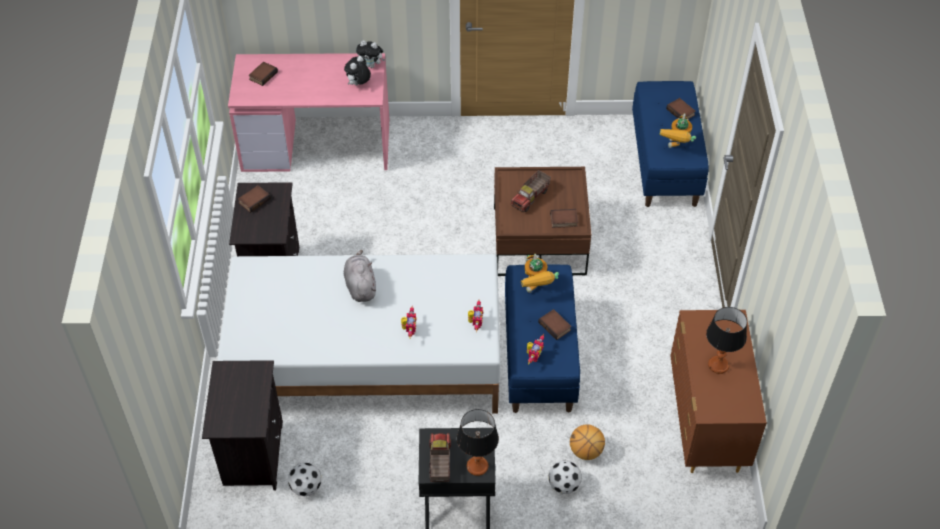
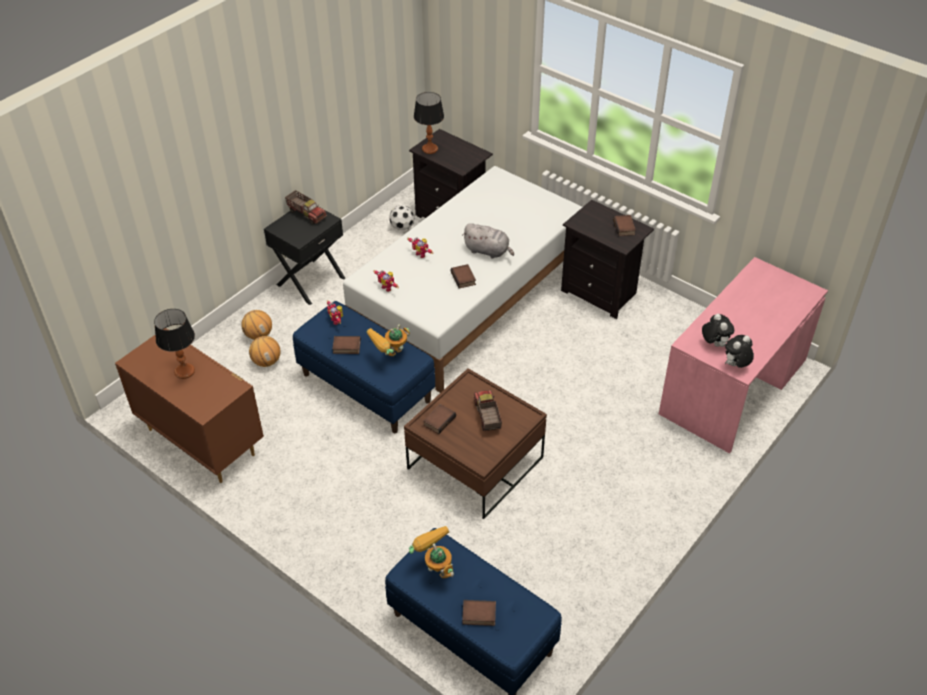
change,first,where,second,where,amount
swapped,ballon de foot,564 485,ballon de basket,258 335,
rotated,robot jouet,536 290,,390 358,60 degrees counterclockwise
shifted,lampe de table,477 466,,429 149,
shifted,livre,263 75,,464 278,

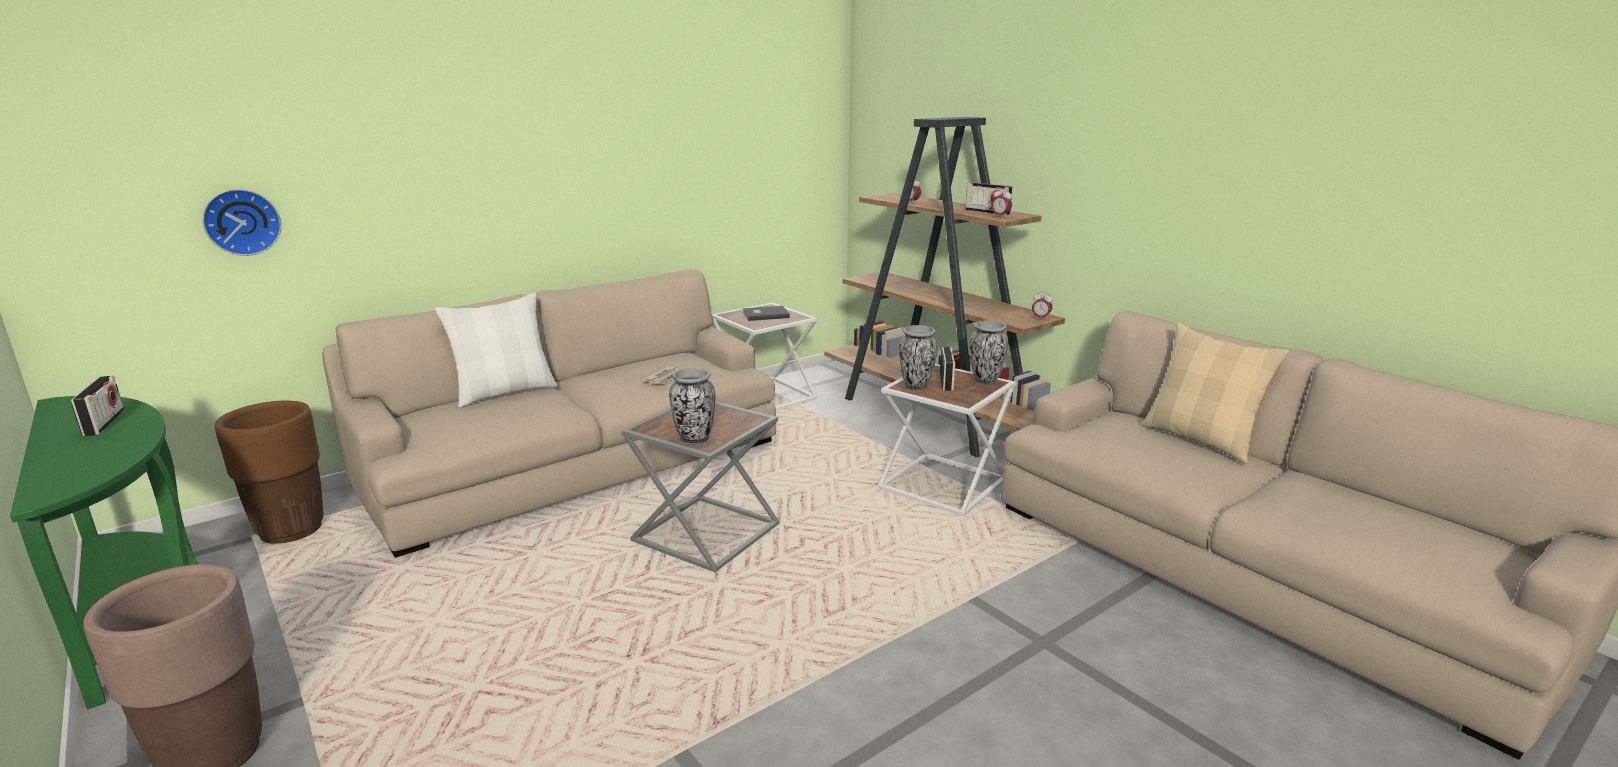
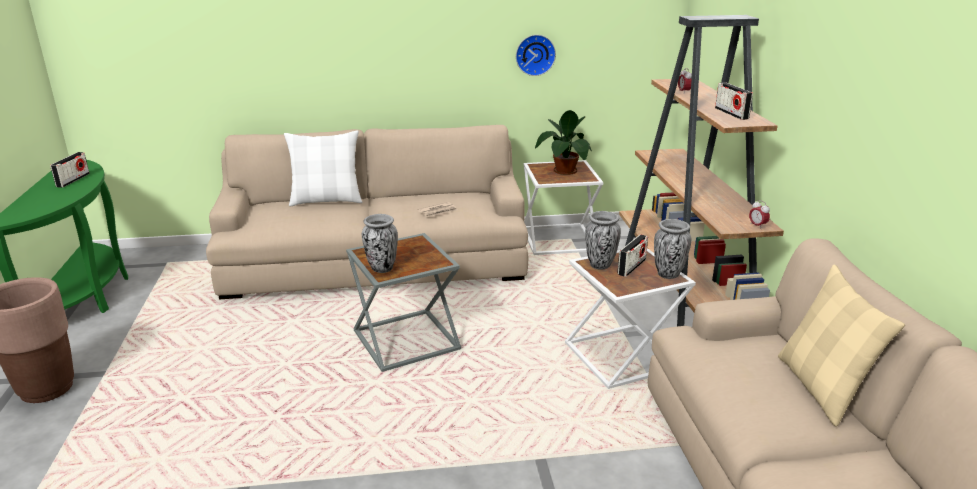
change,first,where,second,where,amount
shifted,horloge murale,242 222,,535 54,
swapped,livre/gris,764 315,plante en pot,564 171,
gone,cache-pot/marron,291 530,,,
gone,réveil,1000 216,,,

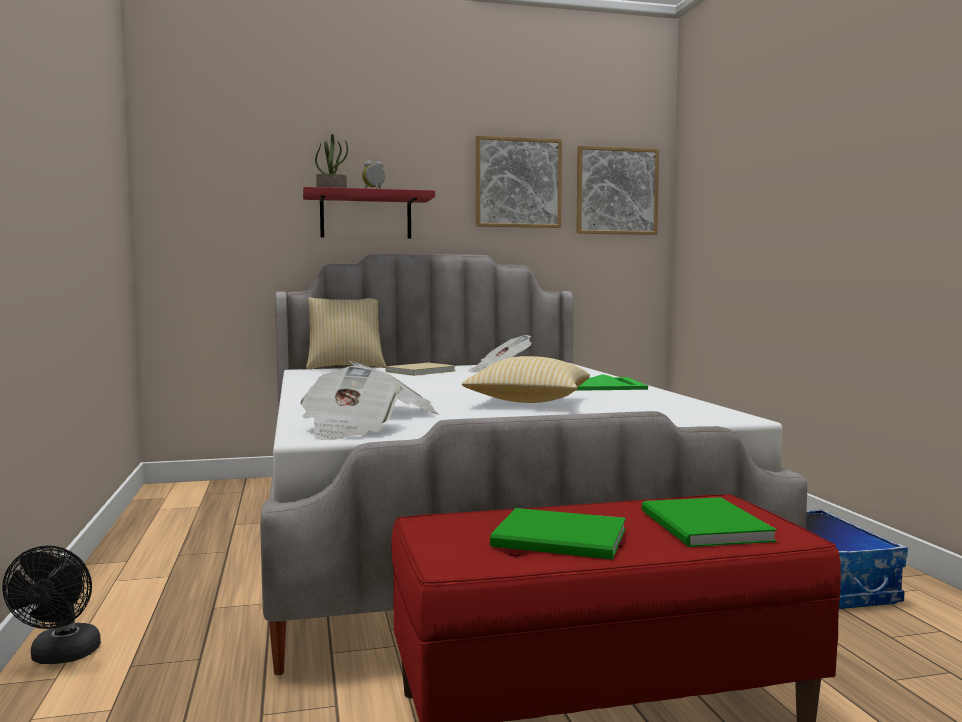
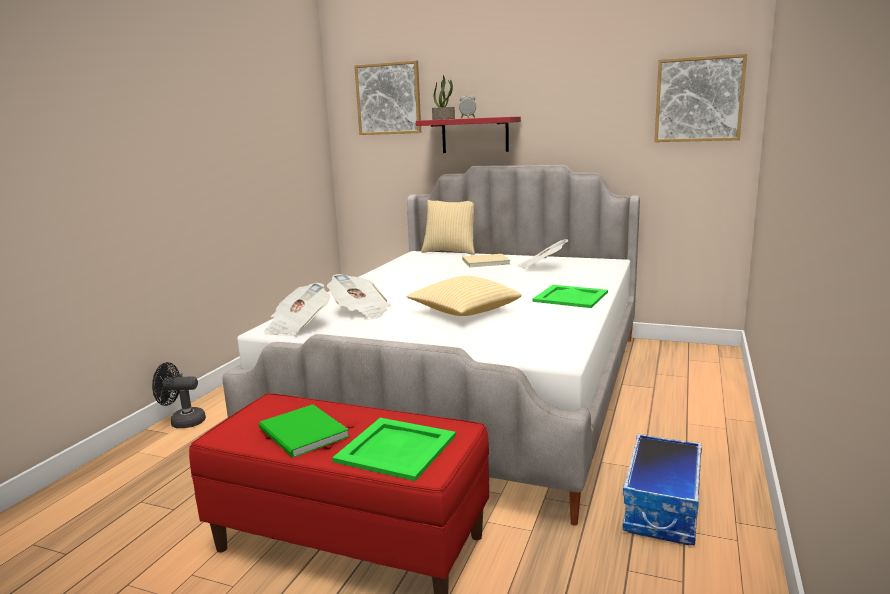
change,first,where,second,where,amount
rotated,ventilateur/noir,61 657,,182 422,60 degrees clockwise
swapped,livre/vert,703 527,plateau/vert,395 448,
shifted,tableau,518 183,,388 99,

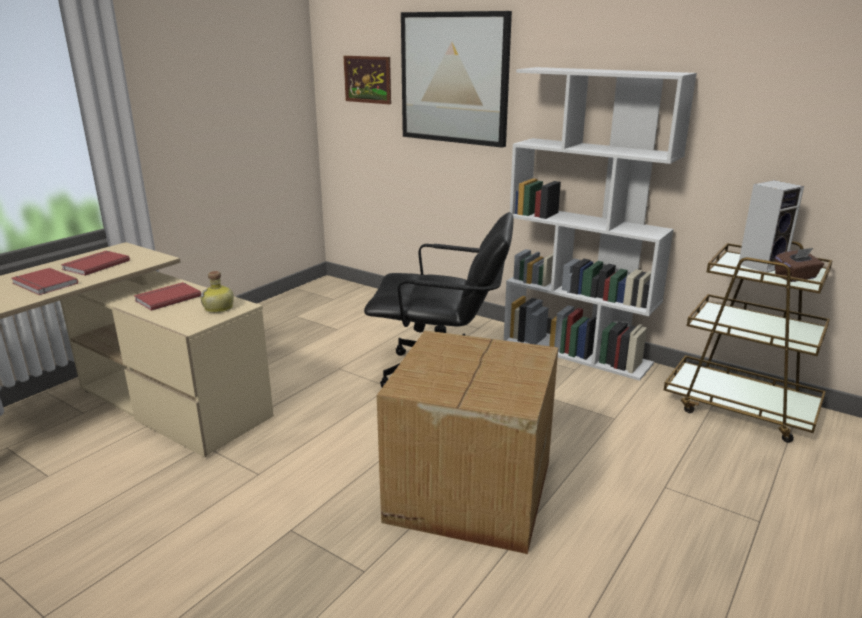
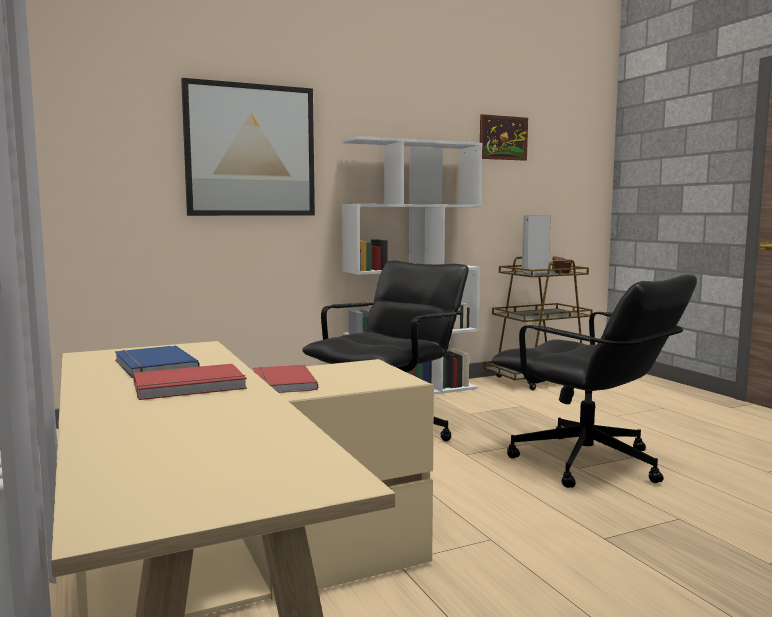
change,first,where,second,where,amount
repainted,livre/rouge,95 265,livre/bleu,152 366,
shifted,tableau,367 79,,503 138,
swapped,carton,467 492,chaise de bureau/noir,587 464,
gone,bouteille,219 308,,,

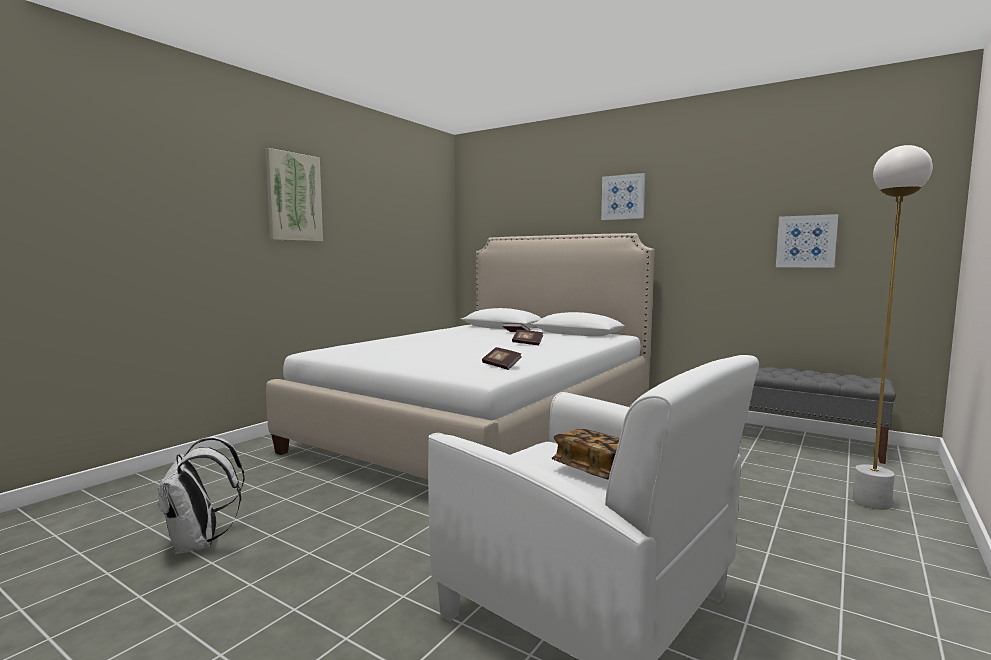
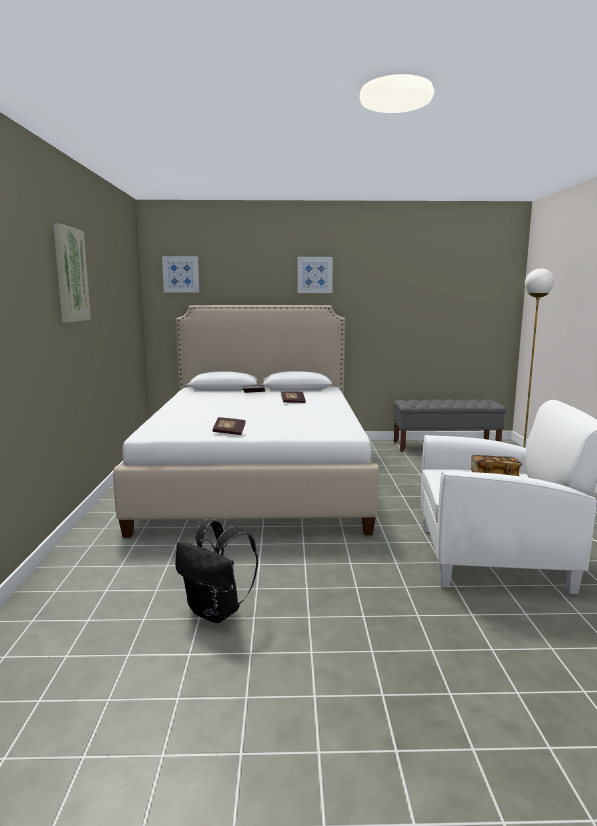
change,first,where,second,where,amount
shifted,tableau,806 241,,181 274,
repainted,sac à dos/blanc,199 544,sac à dos/noir,217 612,
shifted,livre,501 366,,229 432,

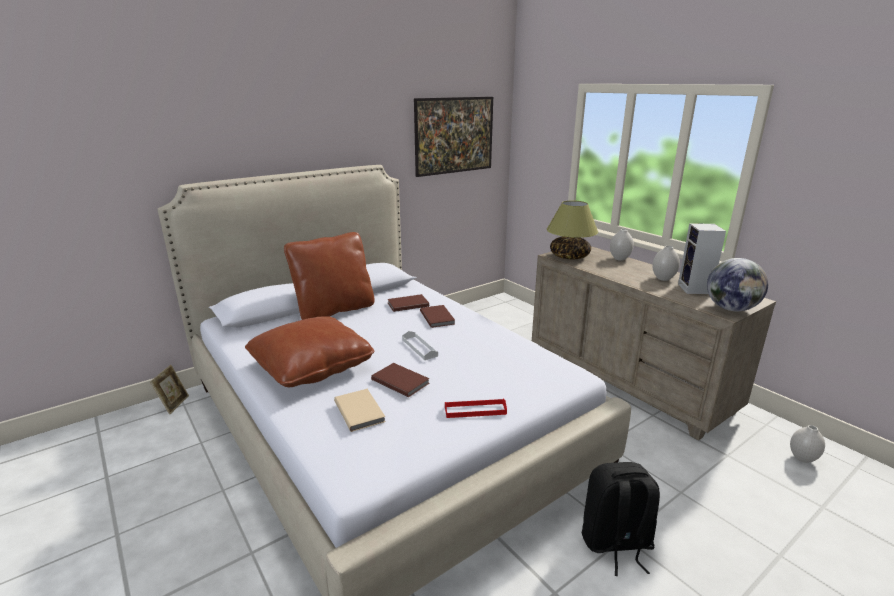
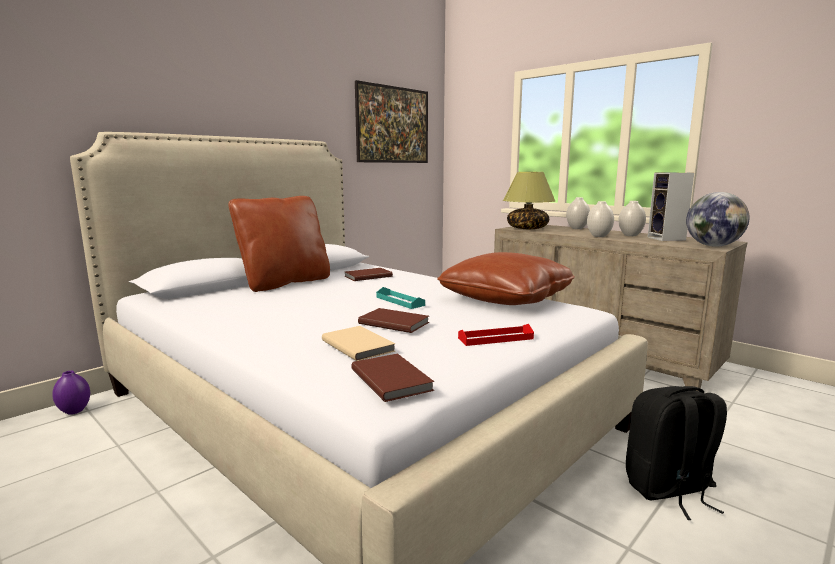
change,first,where,second,where,amount
swapped,cadre photo,174 404,vase/violet,74 411,
shifted,livre/marron,438 317,,392 379,
repainted,plateau/blanc,419 347,plateau/turquoise,400 301,
shifted,coussin/marron,311 367,,506 299,
shifted,vase/blanc,802 459,,599 236,

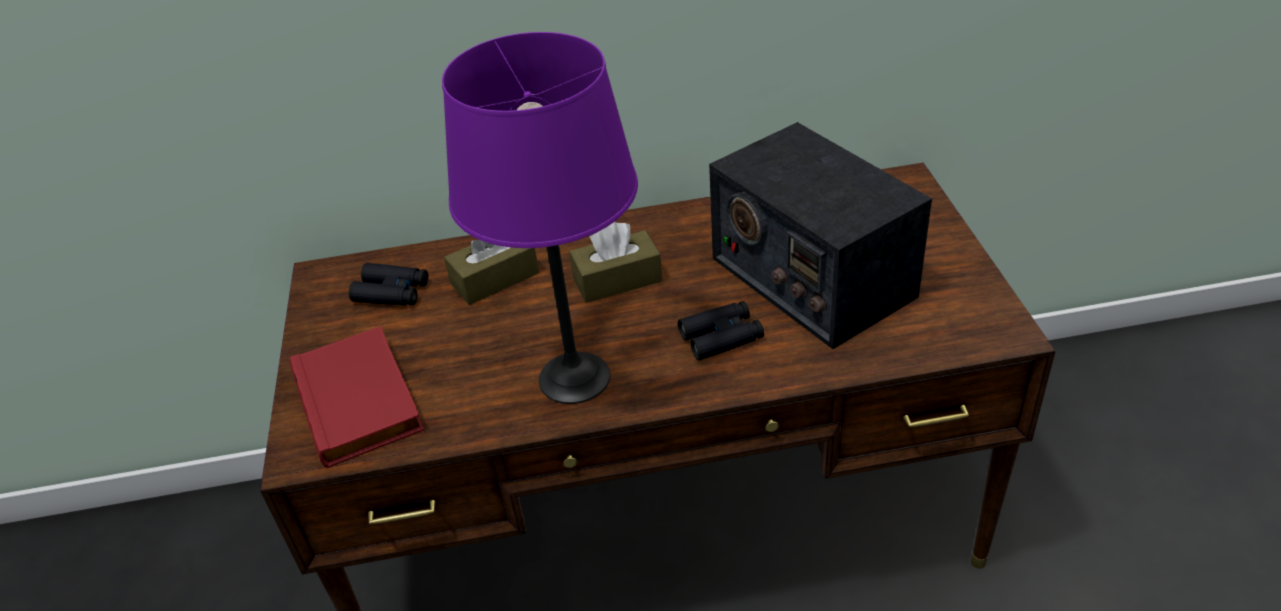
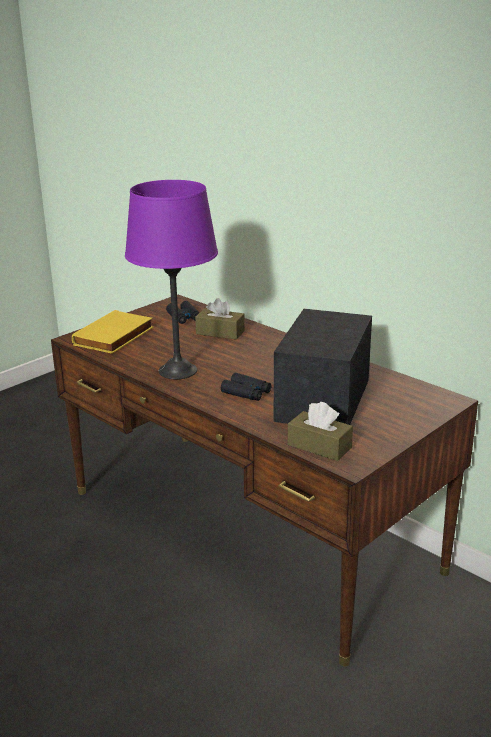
change,first,where,second,where,amount
repainted,livre/rouge,361 401,livre/jaune,115 337,
shifted,boîte à mouchoirs/marron,617 280,,319 446,

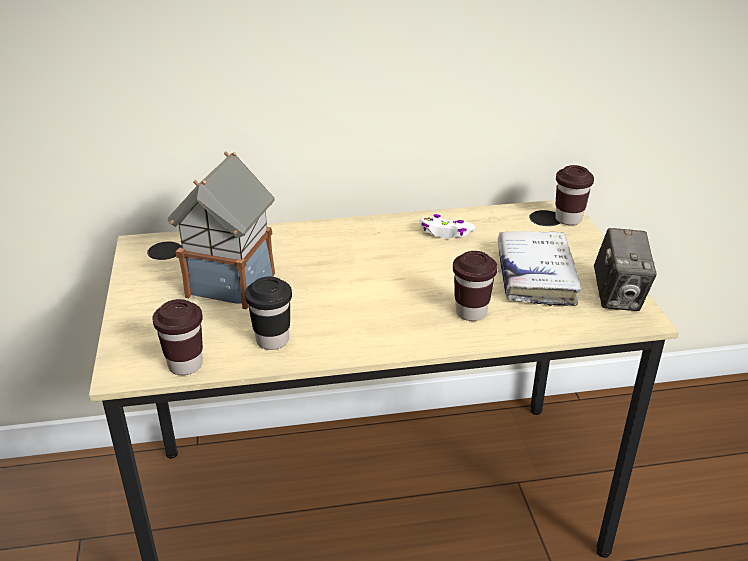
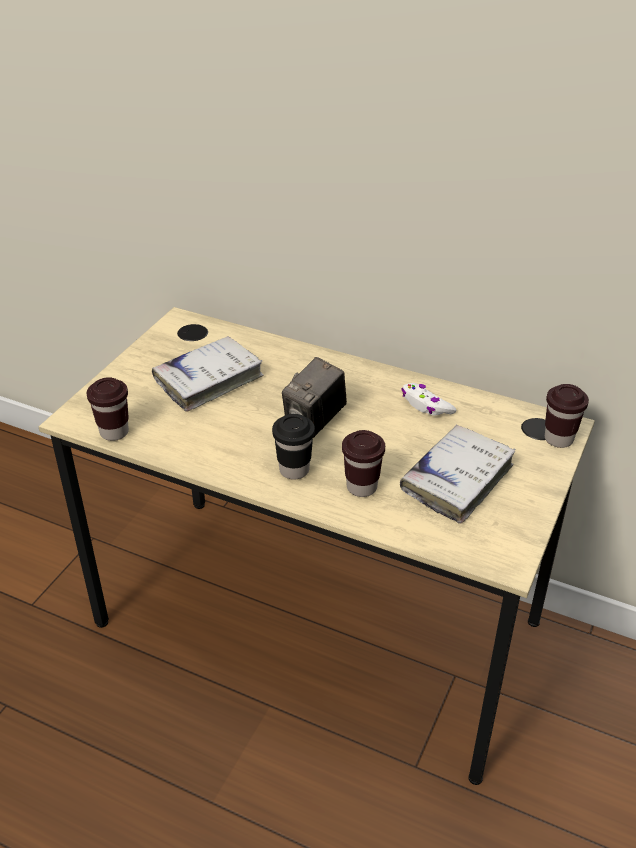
change,first,where,second,where,amount
swapped,maison miniature,231 283,livre/blanc,209 380,
shifted,tasse/noir,272 340,,294 470,
shifted,appareil photo,618 297,,315 421,

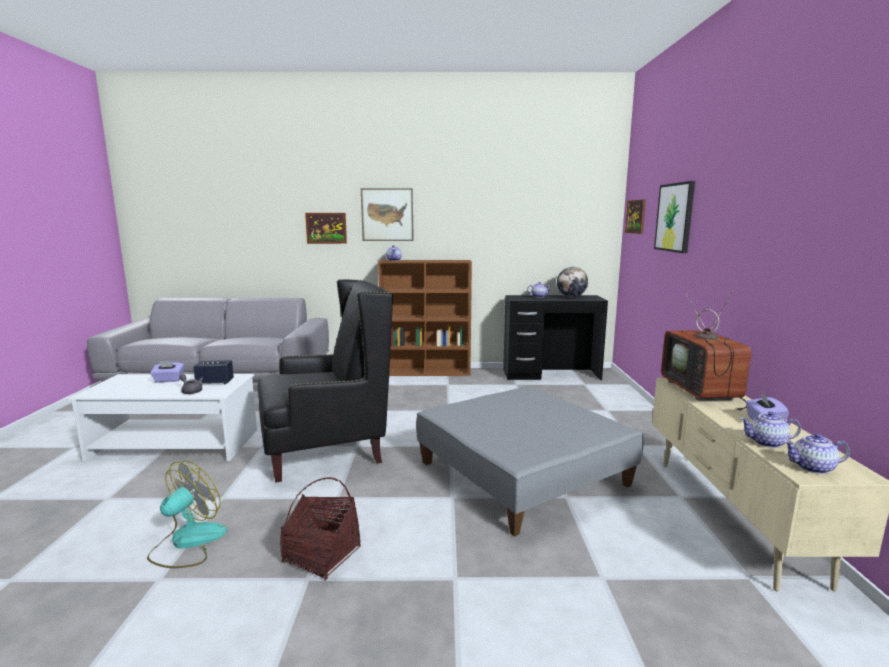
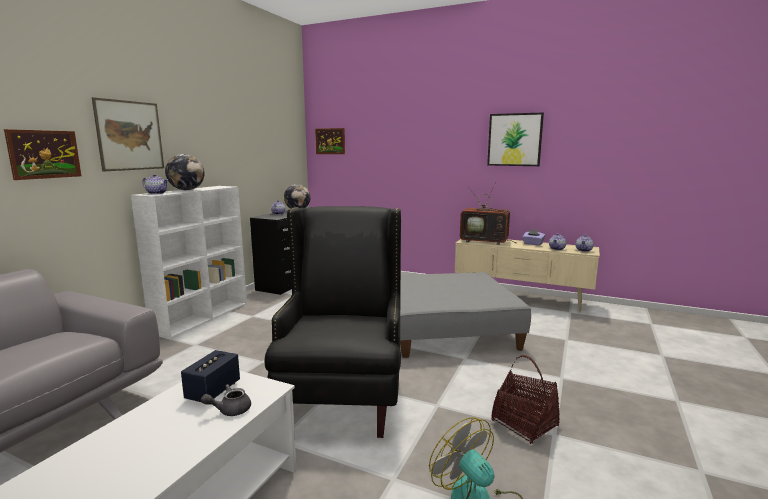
change,first,where,second,where,amount
repainted,bibliothèque/marron,427 372,bibliothèque/blanc,203 317,
new,,,globe,186 190,
shifted,tableau,675 217,,514 140,
gone,boîte à mouchoirs/violet,168 380,,,

